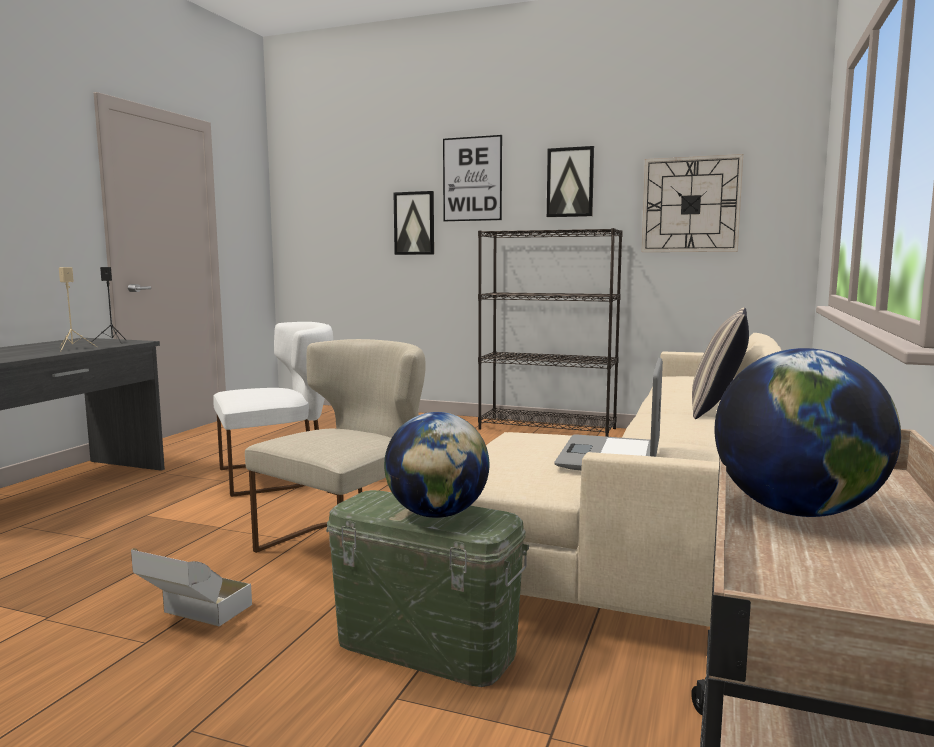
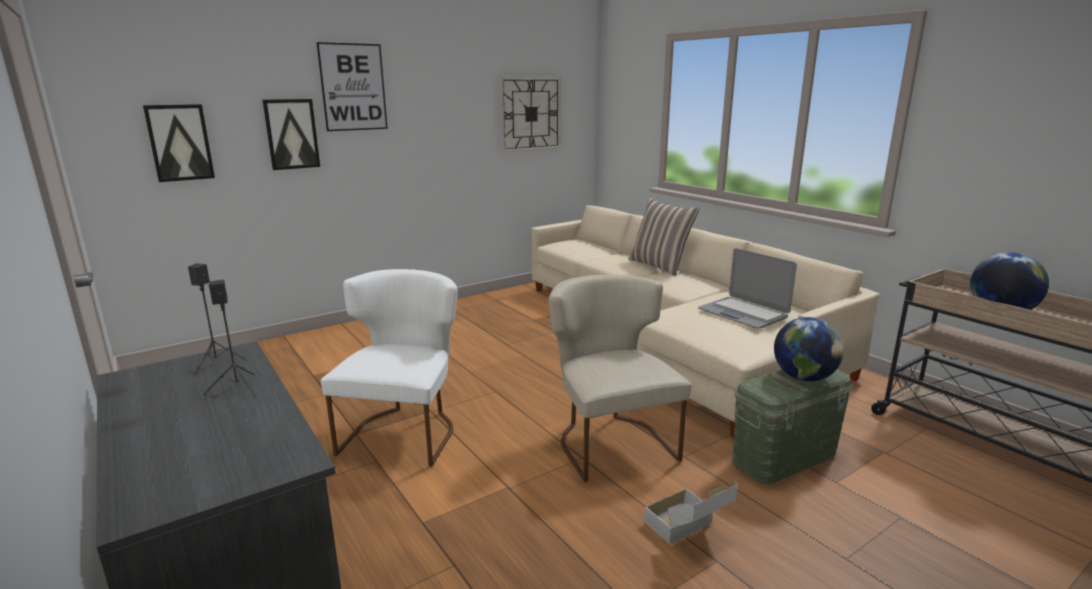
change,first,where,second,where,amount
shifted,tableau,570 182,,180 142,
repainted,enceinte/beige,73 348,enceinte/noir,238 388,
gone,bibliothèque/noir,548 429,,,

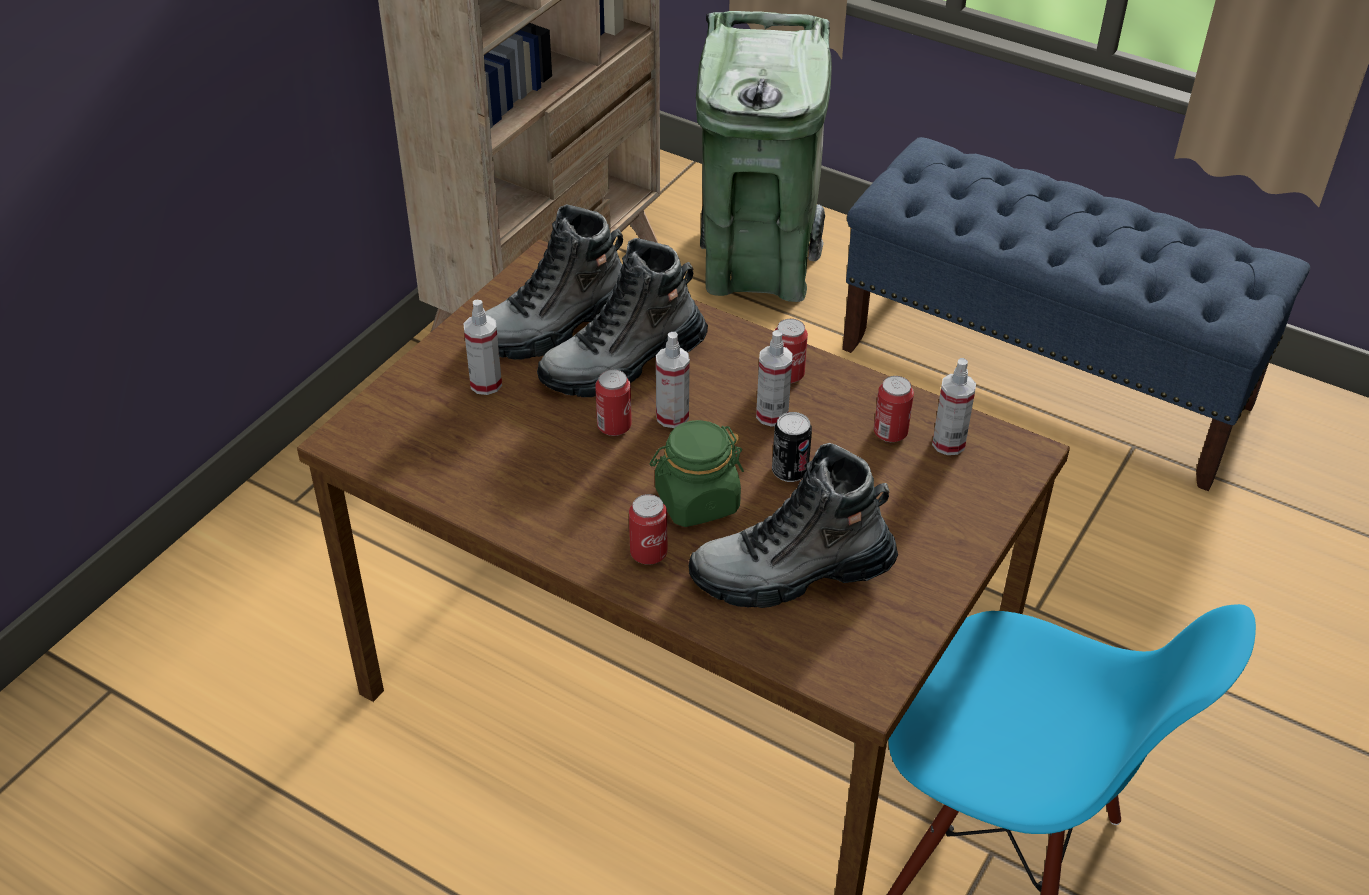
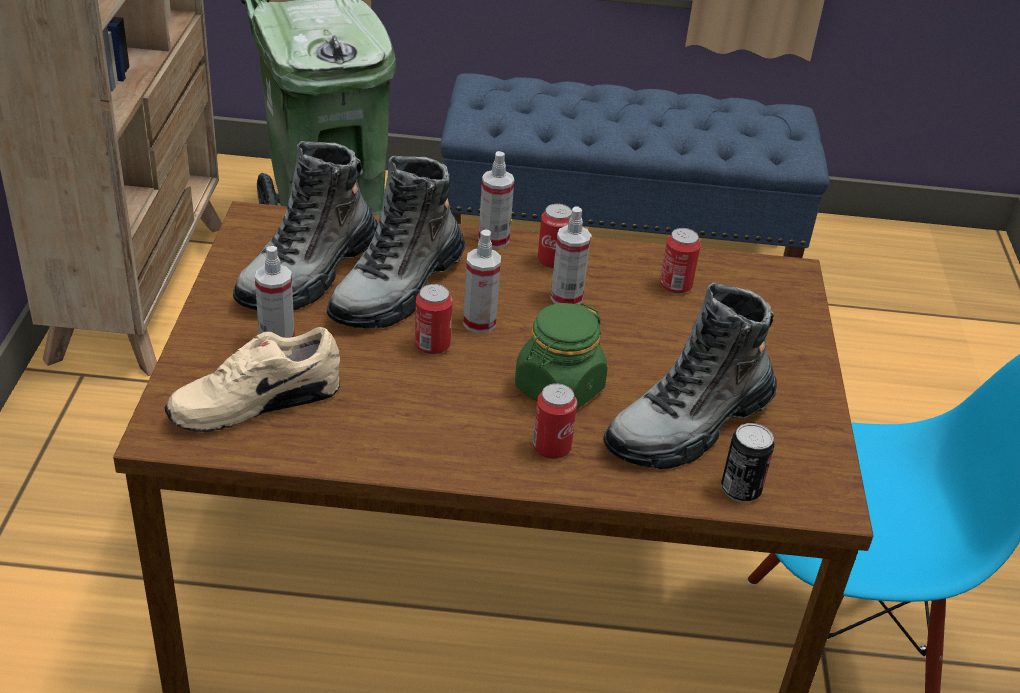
change,first,where,second,where,amount
new,,,chaussure/beige,254 401,
shifted,vaporisateur,948 443,,493 240,
shifted,boîte métallique,789 471,,740 490,

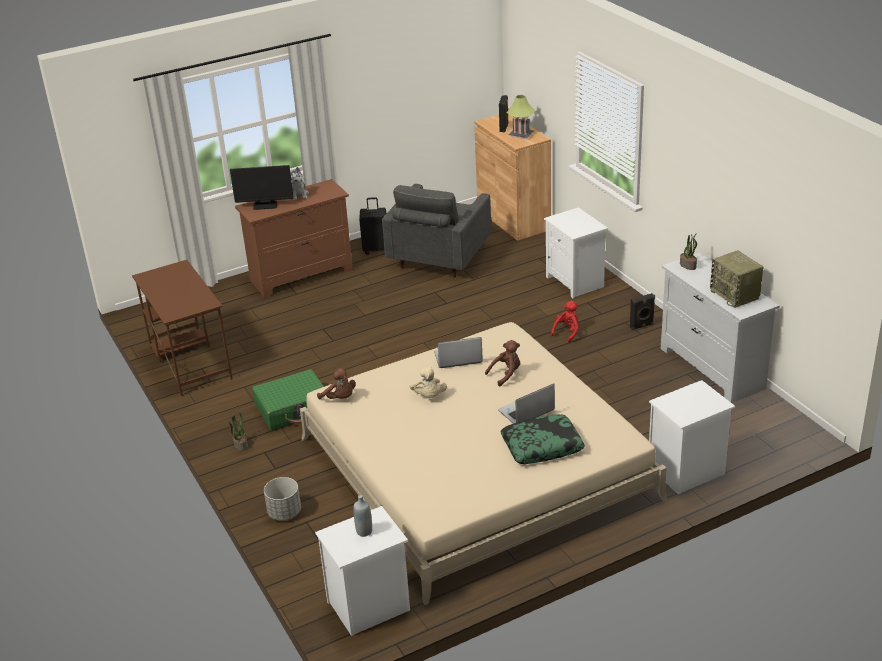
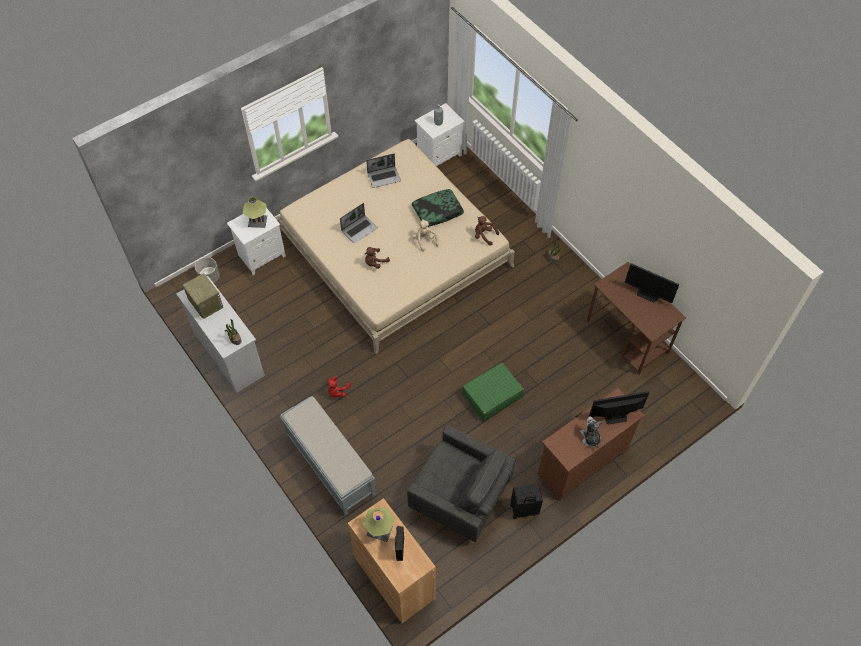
change,first,where,second,where,amount
shifted,cache-pot/gris,284 513,,209 277,
new,,,lampe de table,258 222,
swapped,table de chevet/blanc,576 282,banc/gris,329 464,
shifted,ordinateur portable,457 358,,384 177,
rotated,fauteuil/gris,438 258,,460 497,105 degrees clockwise
shifted,coussin,542 446,,437 211,
shifted,valise/vert,293 409,,492 395,
new,,,écran d'ordinateur,648 294,
gone,enceinte/noir,642 326,,,

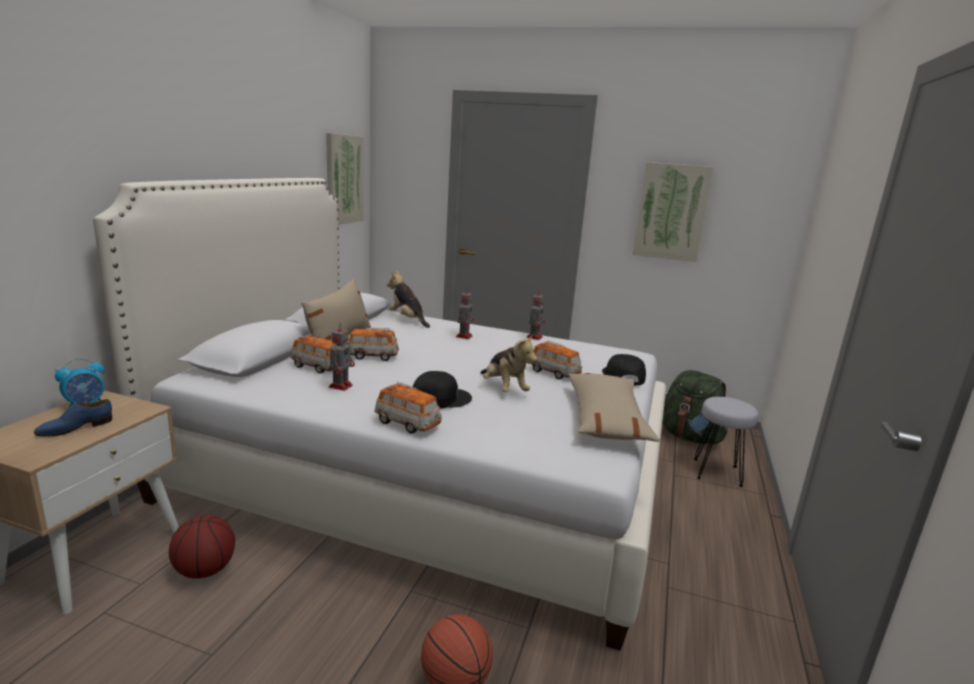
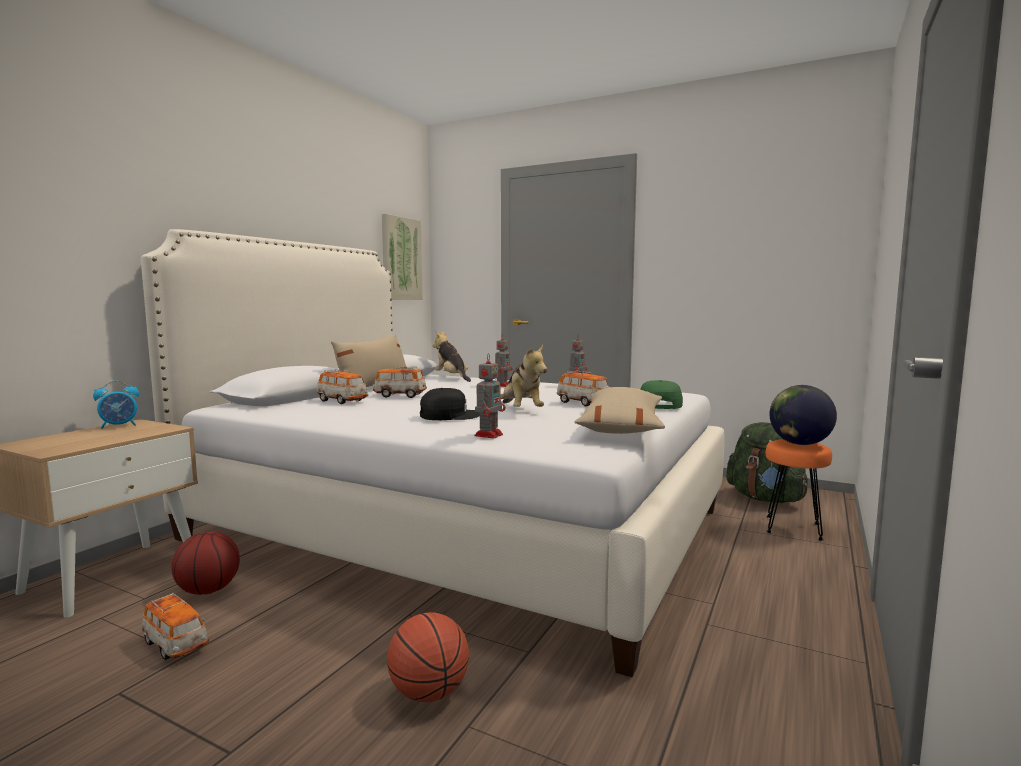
change,first,where,second,where,amount
shifted,petite voiture,407 424,,175 645,
shifted,robot jouet,341 386,,489 435,
repainted,casquette/noir,622 376,casquette/vert,658 404,
repainted,tabouret/gris,716 472,tabouret/orange,792 528,
new,,,globe,799 444,
gone,chaussure/bleu,75 428,,,
gone,tableau,671 212,,,

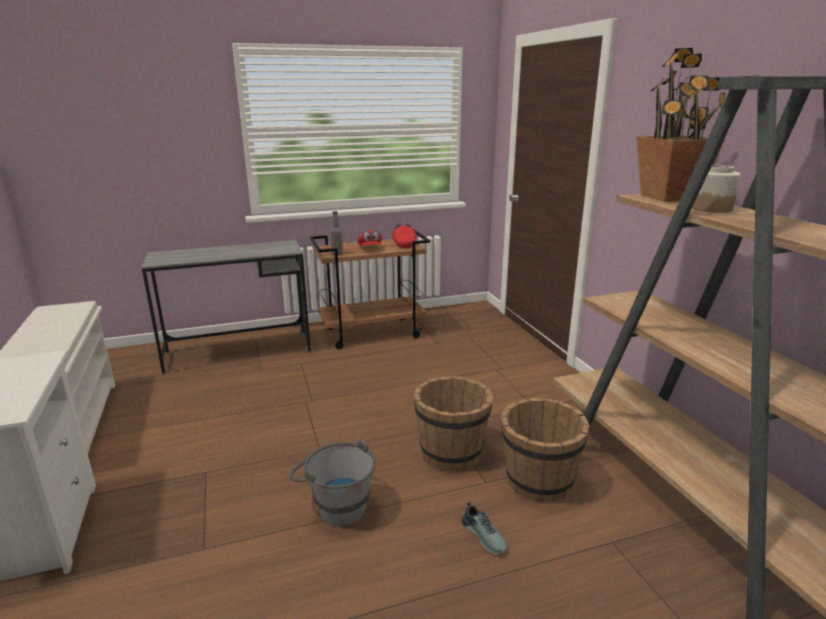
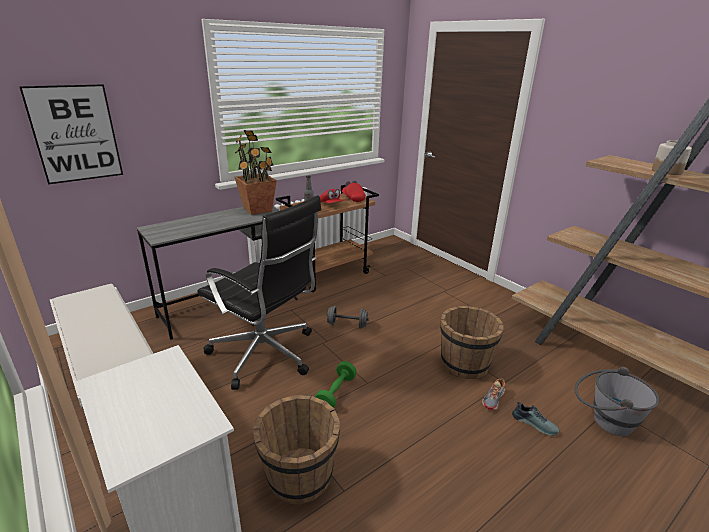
change,first,where,second,where,amount
new,,,tableau,75 134,
new,,,chaise de bureau/noir,265 355,
shifted,plante en pot,670 197,,258 210,
shifted,seau/marron,538 481,,299 476,
new,,,haltère/vert,336 393,
new,,,haltère/gris,347 325,
new,,,chaussure,494 399,
shifted,seau/gris,335 505,,604 420,

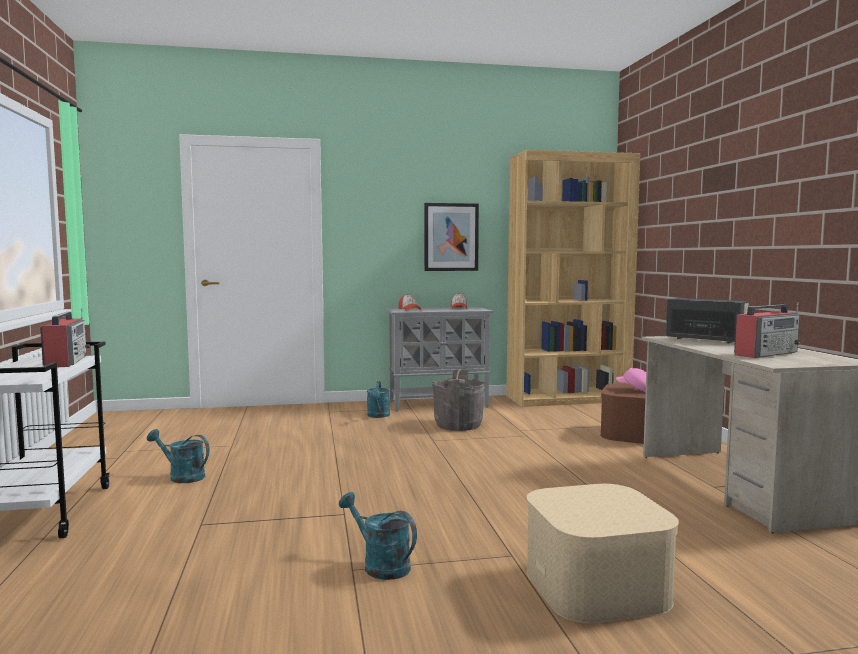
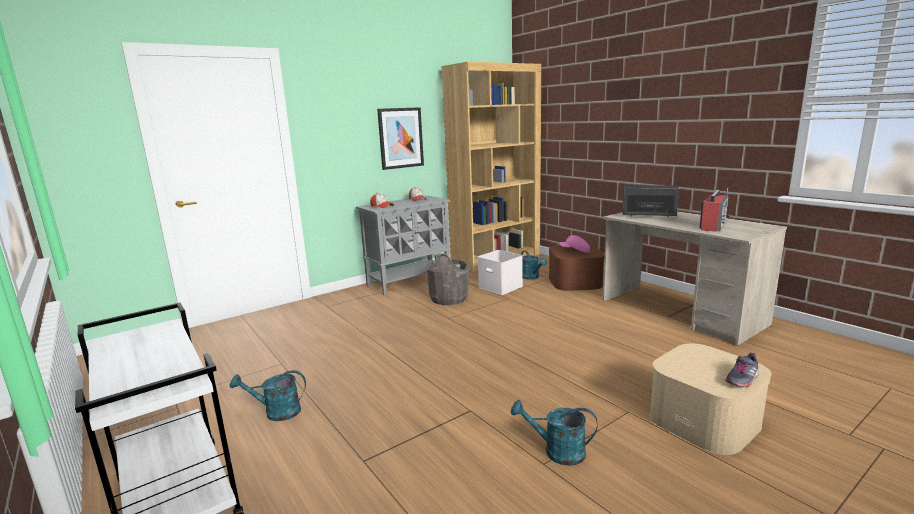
change,first,where,second,where,amount
new,,,boîte de rangement/blanc,499 287,
shifted,arrosoir/turquoise,378 416,,532 277,
new,,,chaussure/gris,741 378,
gone,radio,66 361,,,

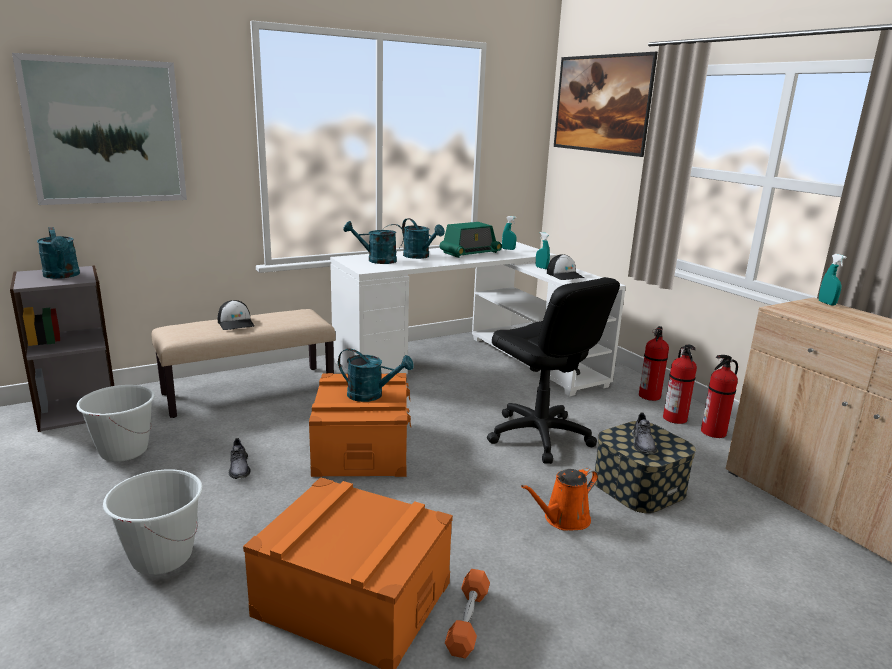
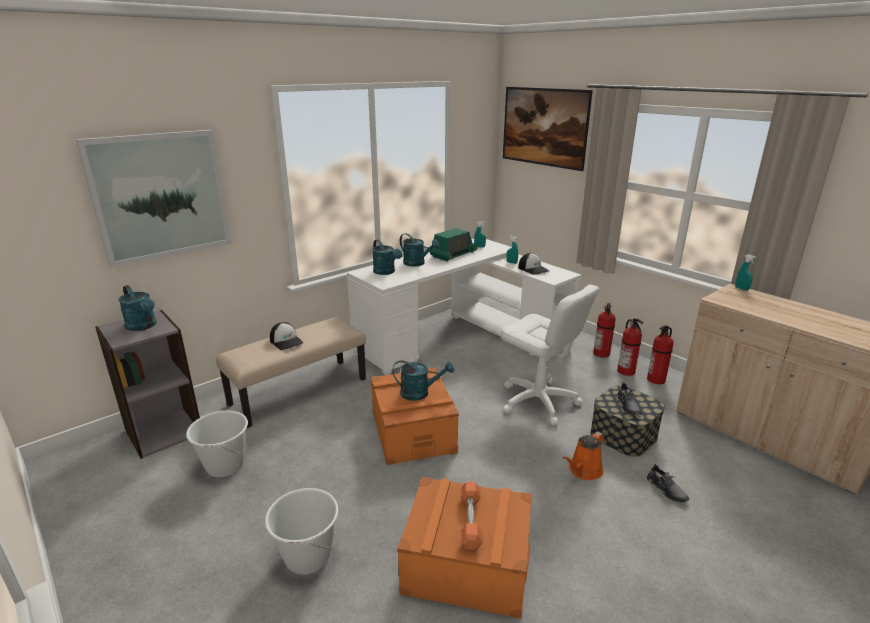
change,first,where,second,where,amount
rotated,arrosoir/turquoise,376 260,,386 272,120 degrees counterclockwise
shifted,haltère/orange,468 621,,470 521,
repainted,chaise de bureau/noir,539 436,chaise de bureau/blanc,538 401,
shifted,chaussure/gris,239 468,,666 489,

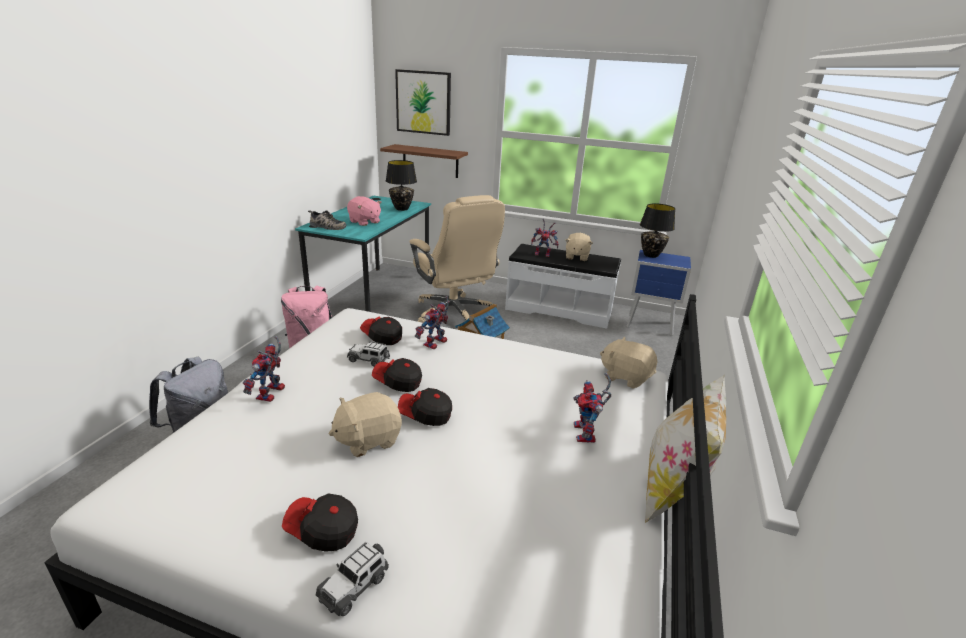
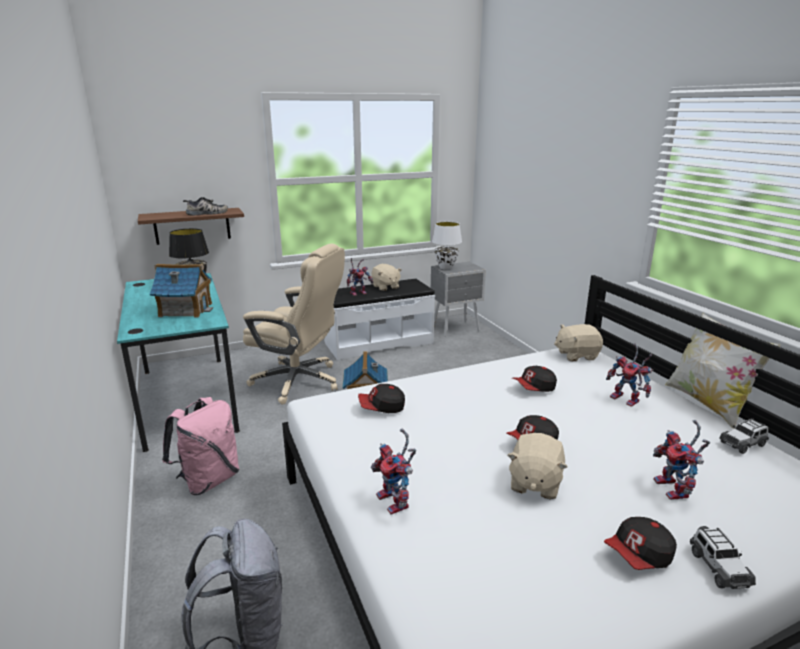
change,first,where,second,where,amount
swapped,peluche/rose,364 222,maison miniature,185 309,
shifted,chaussure,326 227,,207 213,
repainted,table de chevet/bleu,651 325,table de chevet/gris,456 329,
repainted,lampe de table/noir,650 255,lampe de table/blanc,445 268,
shifted,casquette,397 382,,534 388,
shifted,robot jouet,435 344,,675 490,
shifted,petite voiture,369 360,,743 443,
gone,tableau,423 102,,,

